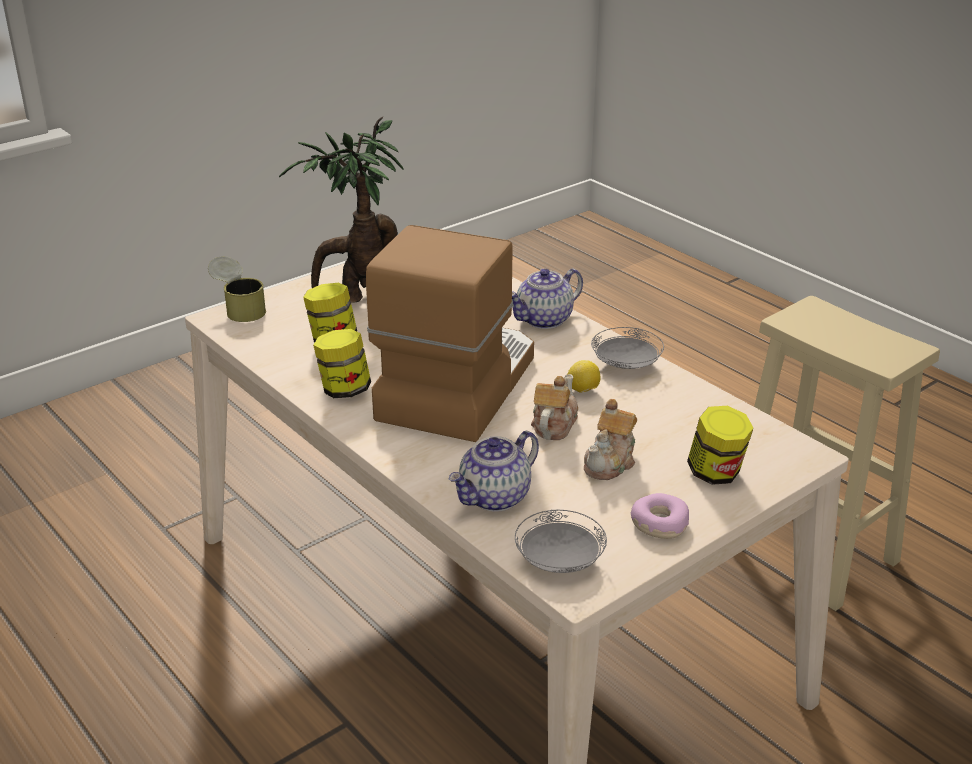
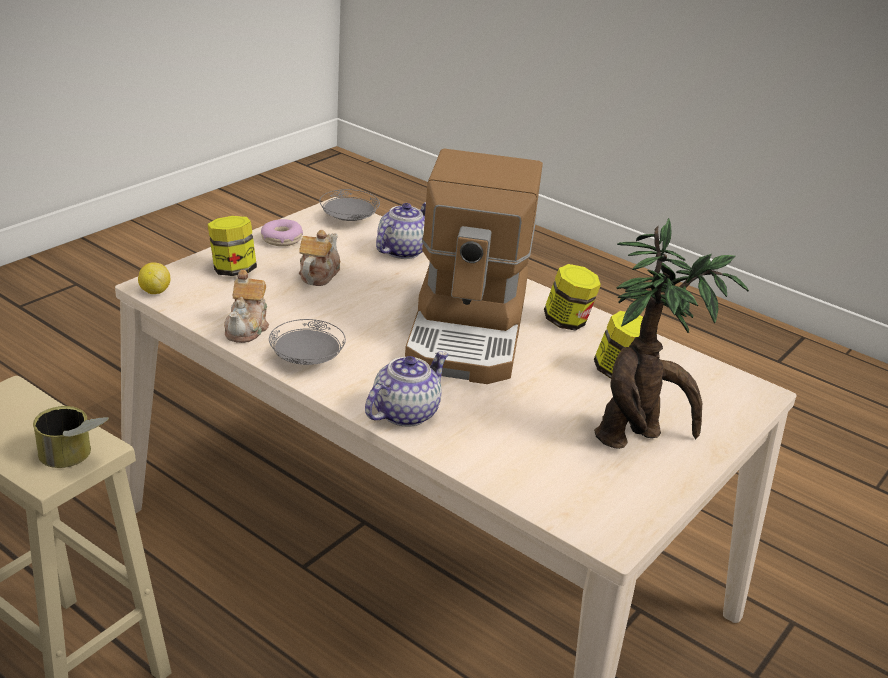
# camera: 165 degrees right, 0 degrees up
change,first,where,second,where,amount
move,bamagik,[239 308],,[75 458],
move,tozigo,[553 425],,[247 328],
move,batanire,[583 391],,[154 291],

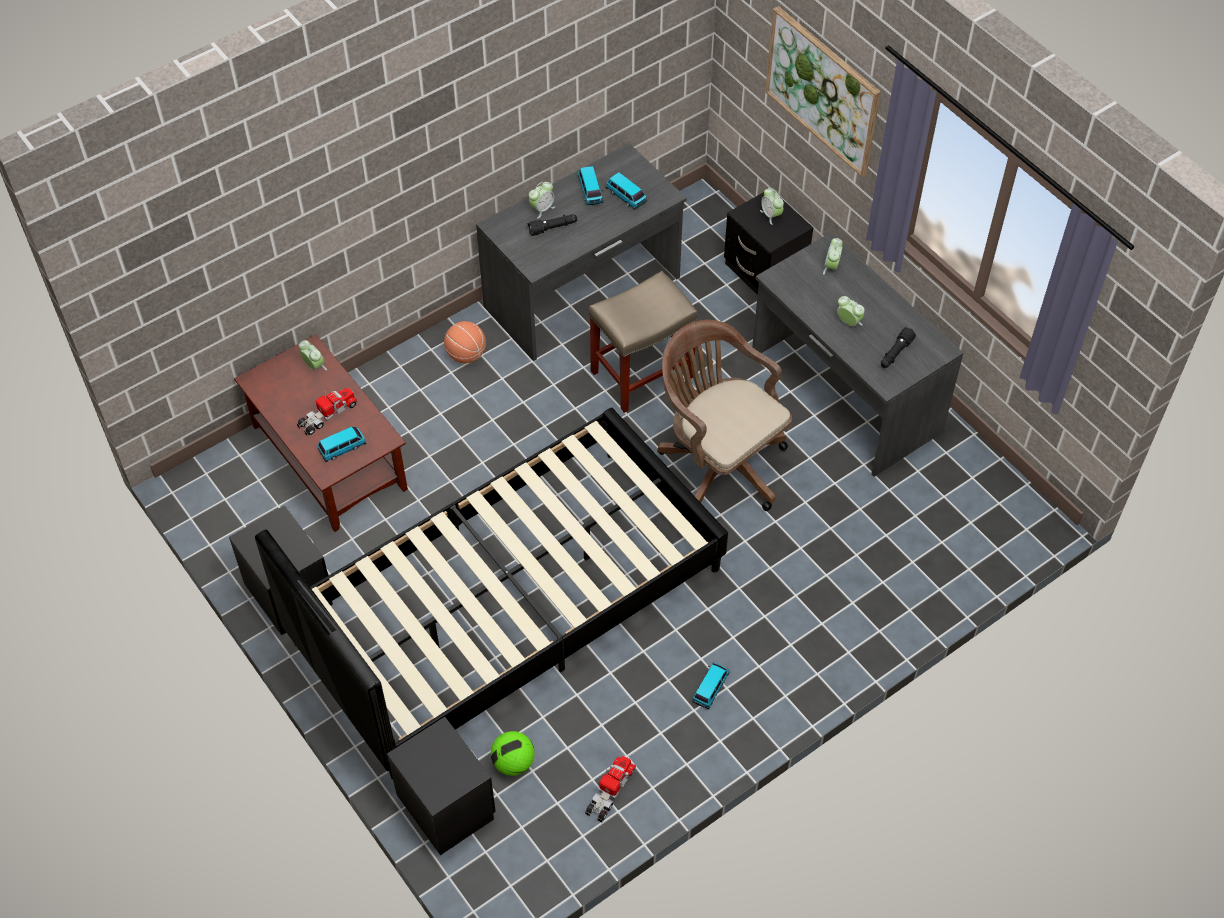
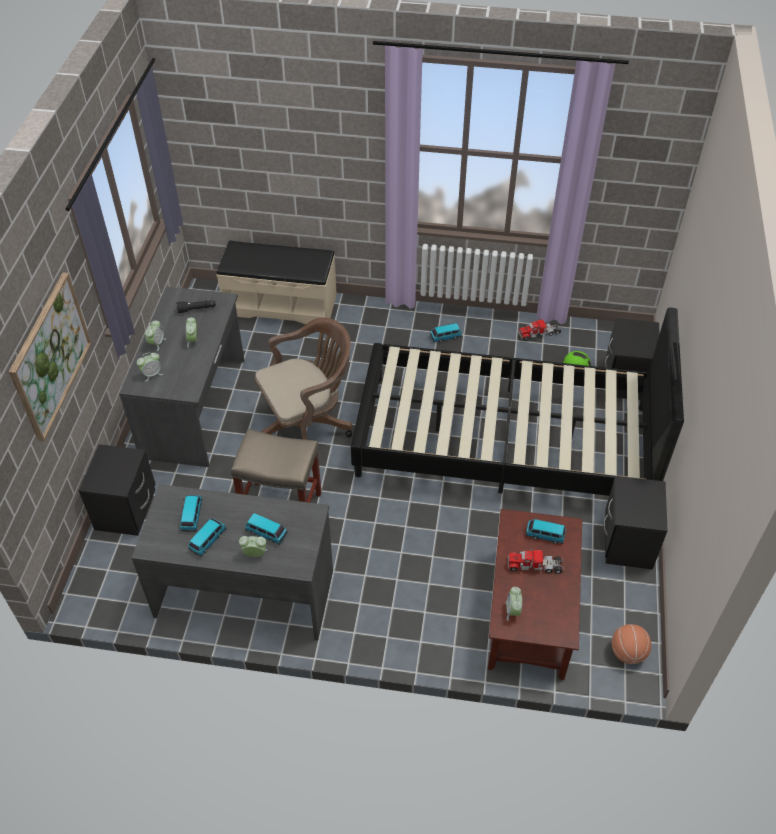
# camera: 135 degrees left, 5 degrees down
change,first,where,second,where,amount
insert,,,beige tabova,[281 304],
move,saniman,[466 354],,[627 653],
move,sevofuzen,[771 215],,[157 343],
replace,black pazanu,[553 228],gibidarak,[266 533],
rotate,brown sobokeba,[718 462],,[307 426],120 degrees counterclockwise

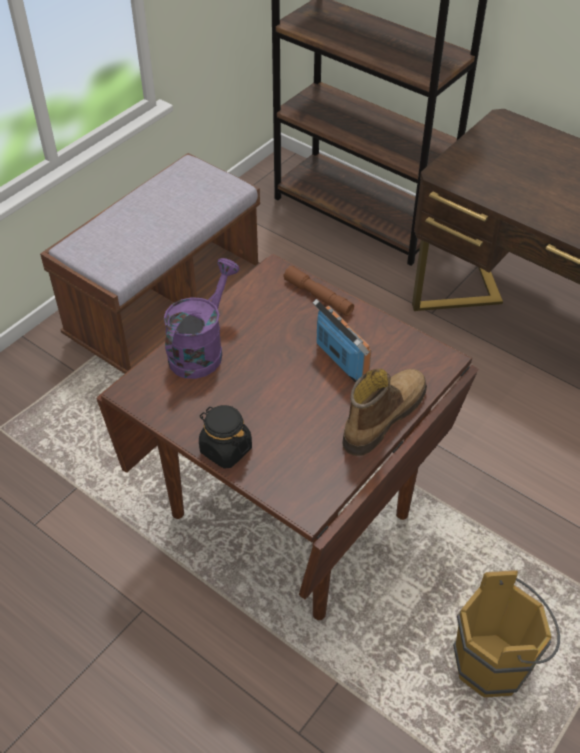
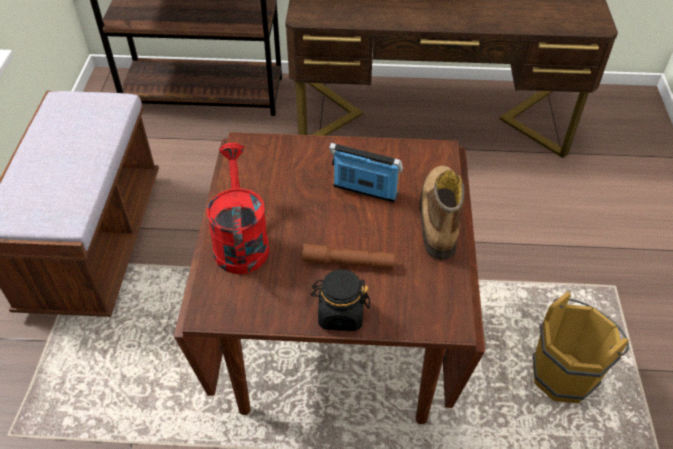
# camera: 35 degrees left, 0 degrees up
change,first,where,second,where,amount
move,brown pazanu,[318 296],,[348 262],
recolor,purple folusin,[201 349],red folusin,[240 241],

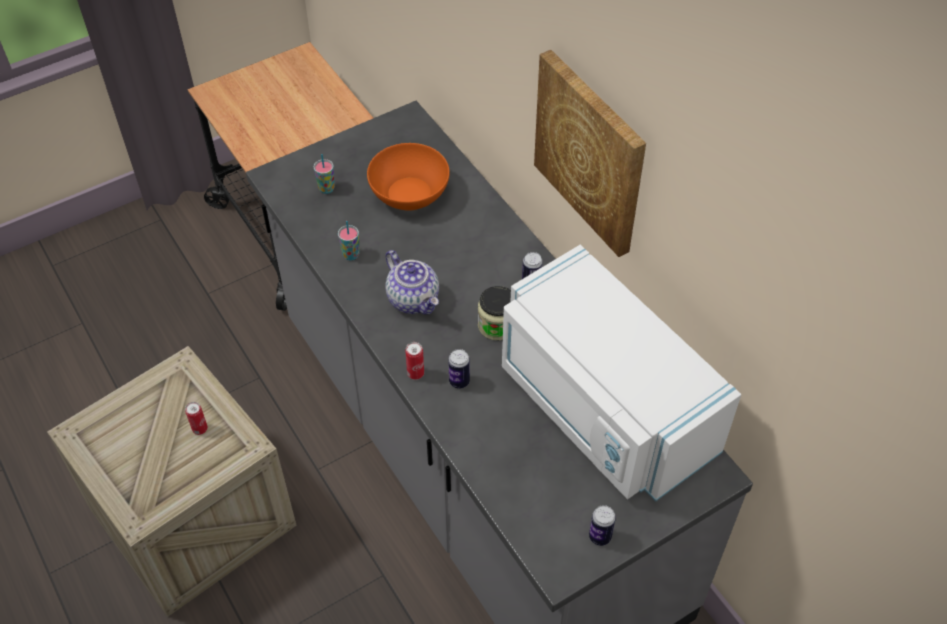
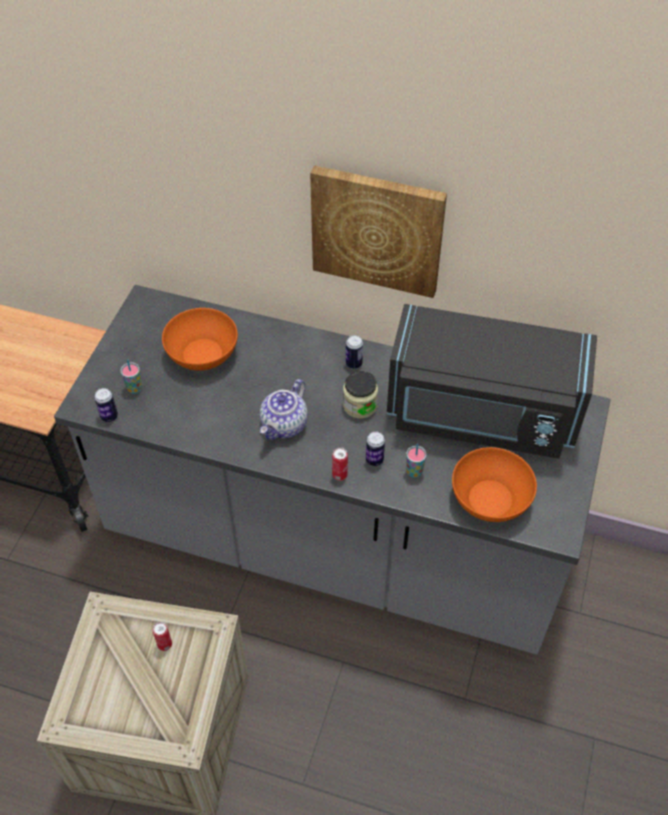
# camera: 40 degrees left, 0 degrees up
change,first,where,second,where,amount
insert,,,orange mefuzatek,[490 499],
move,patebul,[351 255],,[414 472],
move,bamagik,[600 536],,[109 416],
recolor,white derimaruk,[601 409],black derimaruk,[481 415],
rotate,tozigo,[414 299],,[284 425],105 degrees clockwise

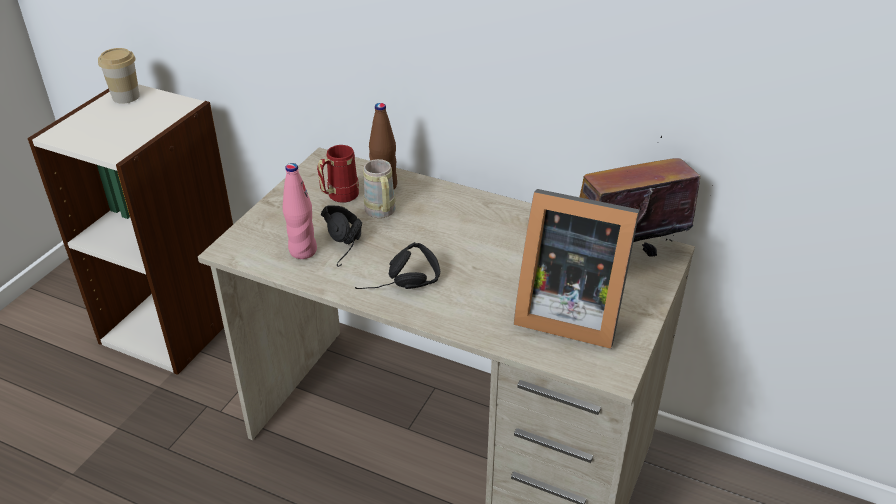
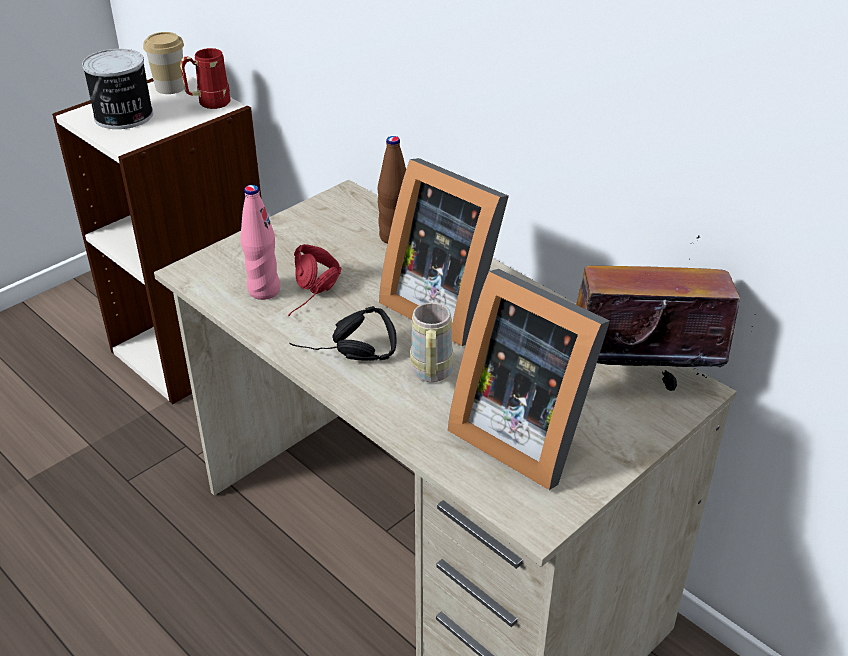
# camera: 20 degrees right, 0 degrees up
change,first,where,second,where,amount
insert,,,bamagik,[123 116],
insert,,,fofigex,[444 304],
move,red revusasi,[338 197],,[208 104],
move,beige revusasi,[381 214],,[430 375],
recolor,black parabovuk,[348 245],red parabovuk,[316 295],

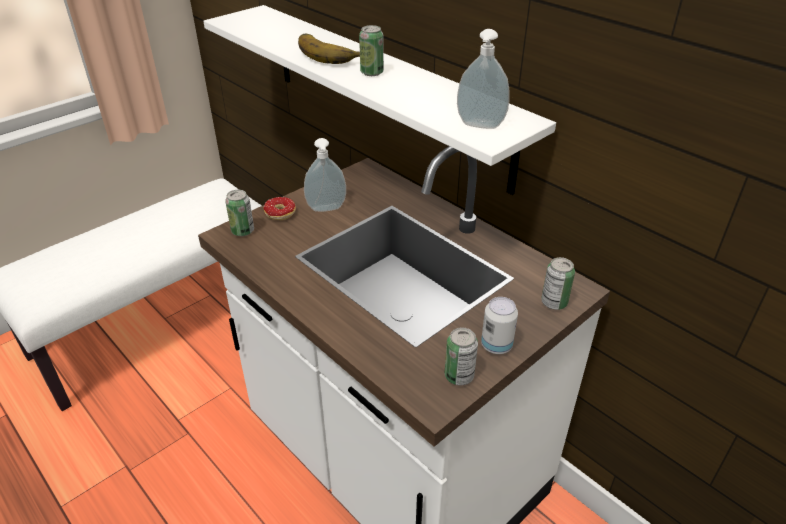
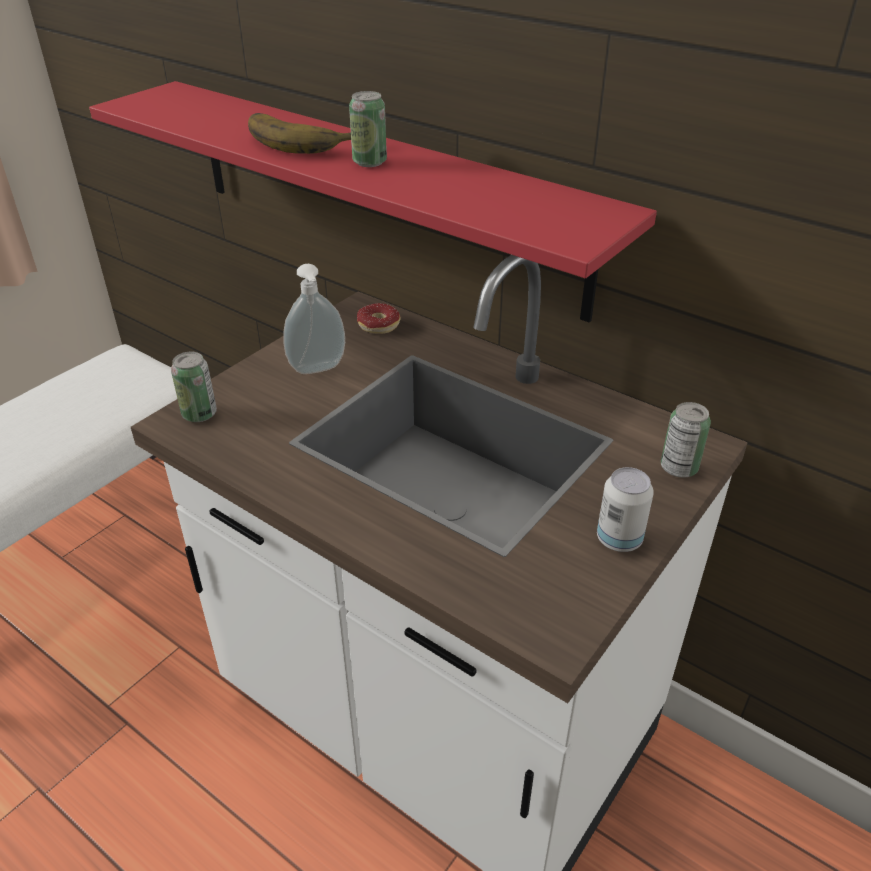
# camera: 10 degrees left, 0 degrees up
change,first,where,second,where,amount
delete,bamagik,[459 376],,,
delete,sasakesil,[479 126],,,
move,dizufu,[276 216],,[374 329],
recolor,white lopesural,[383 92],red lopesural,[378 193],

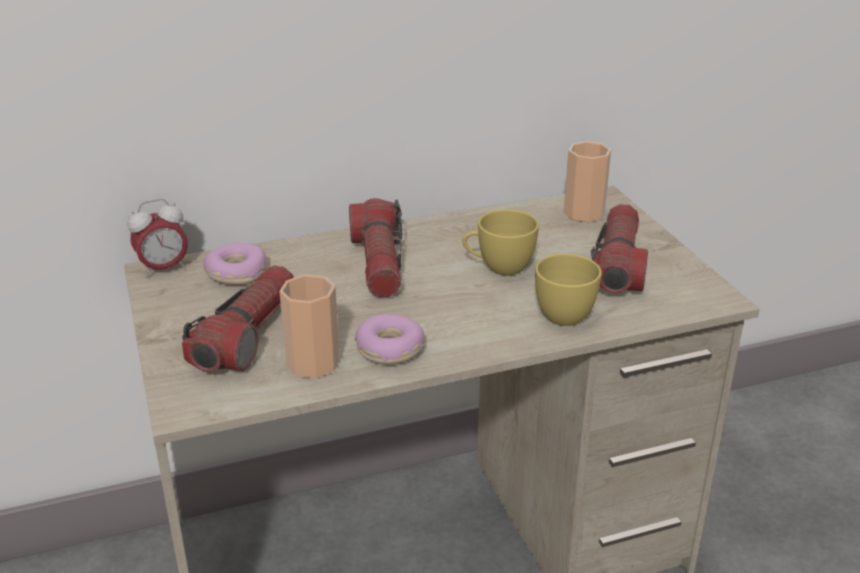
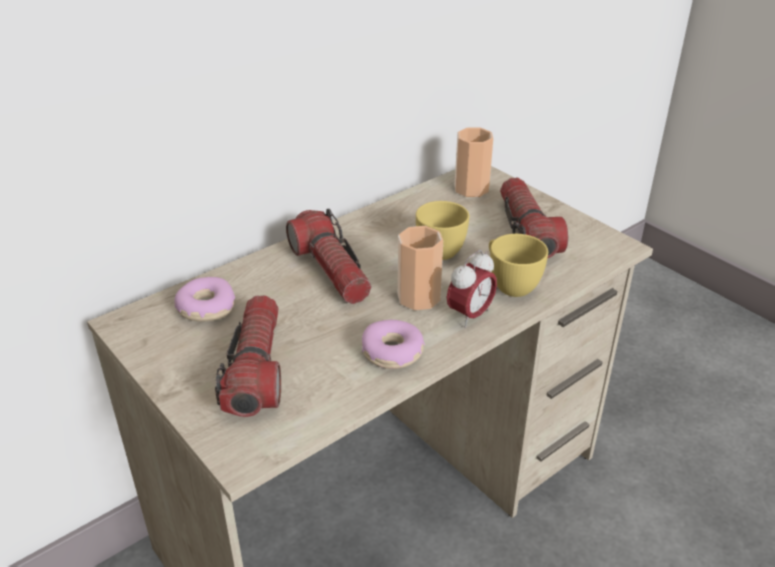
# camera: 20 degrees left, 5 degrees up
change,first,where,second,where,amount
move,sevofuzen,[163 269],,[470 315],
move,patebul,[313 363],,[418 297],

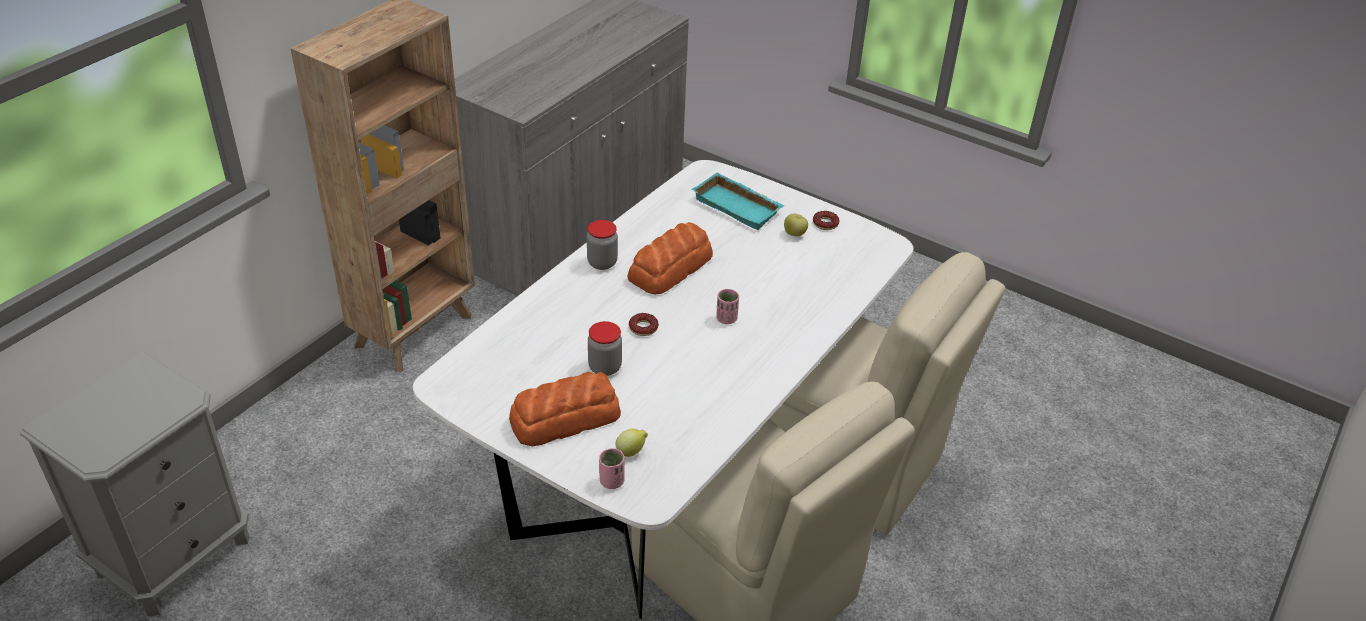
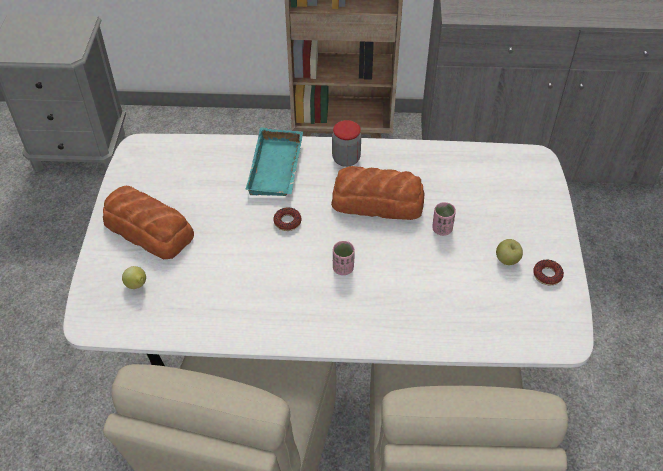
# camera: 60 degrees right, 10 degrees up
change,first,where,second,where,amount
delete,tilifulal,[605 367],,,
move,pink patebul,[611 481],,[442 229],
move,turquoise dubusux,[739 206],,[278 169],

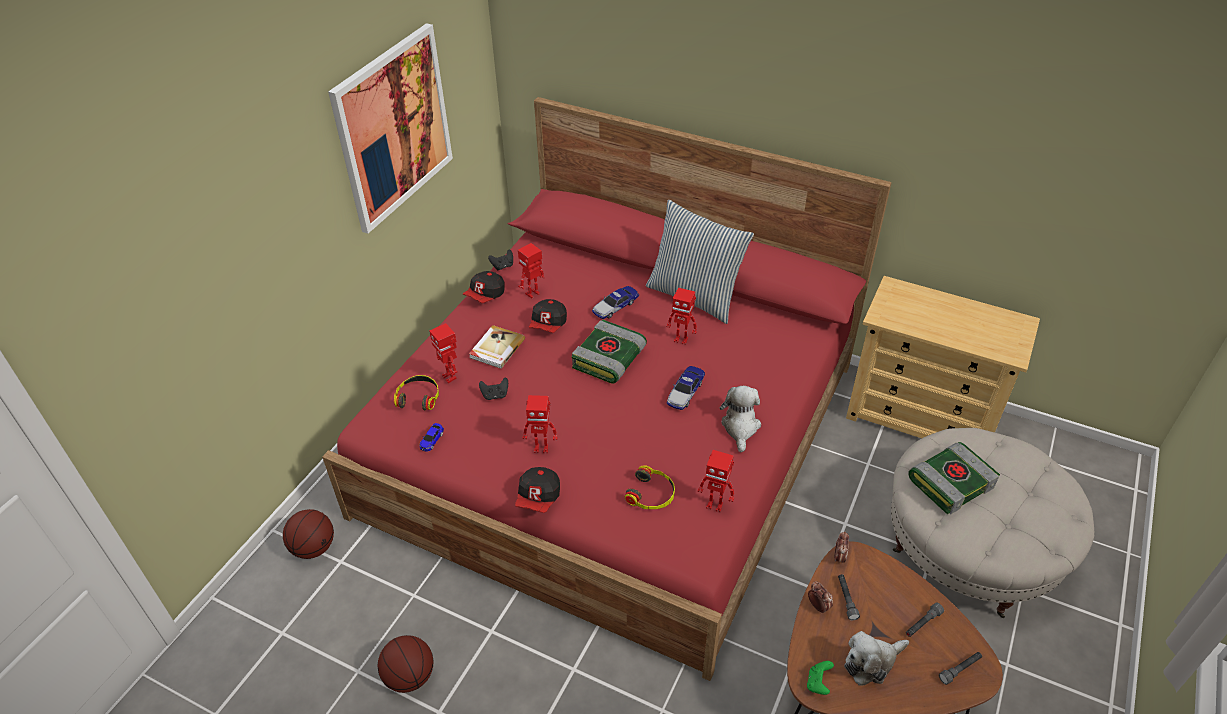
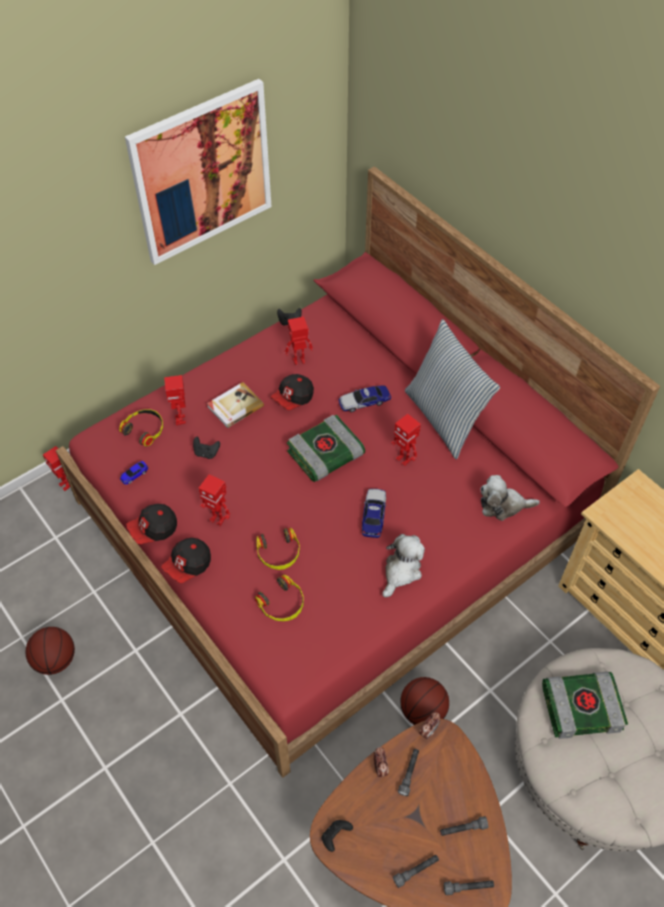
# camera: 25 degrees right, 10 degrees up
change,first,where,second,where,amount
insert,,,parabovuk,[279 553],
insert,,,grey pazanu,[416 871],
move,saniman,[314 548],,[422 711],
move,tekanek,[485 295],,[154 530],
move,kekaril,[715 505],,[65 485],
move,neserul,[871 662],,[503 505],
recolor,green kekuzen,[818 683],black kekuzen,[335 836],
rotate,gibidarak,[685 392],,[373 515],135 degrees clockwise

